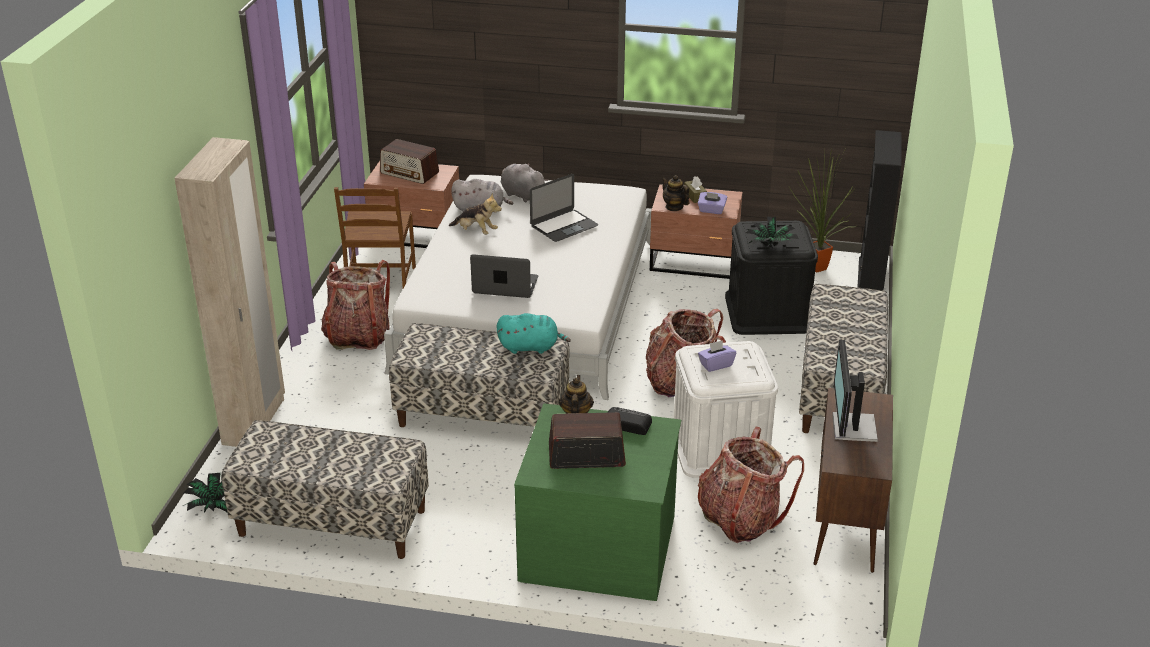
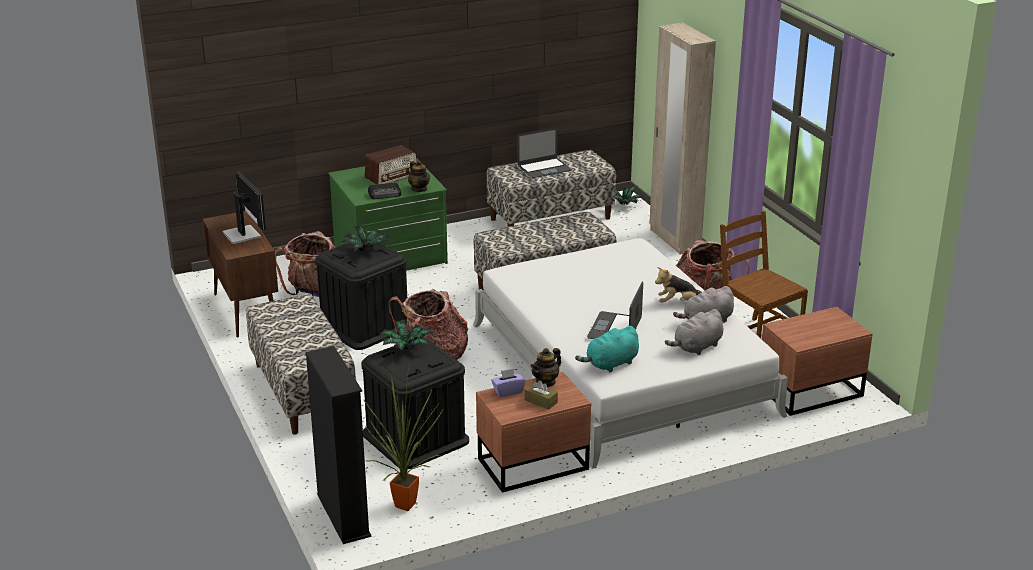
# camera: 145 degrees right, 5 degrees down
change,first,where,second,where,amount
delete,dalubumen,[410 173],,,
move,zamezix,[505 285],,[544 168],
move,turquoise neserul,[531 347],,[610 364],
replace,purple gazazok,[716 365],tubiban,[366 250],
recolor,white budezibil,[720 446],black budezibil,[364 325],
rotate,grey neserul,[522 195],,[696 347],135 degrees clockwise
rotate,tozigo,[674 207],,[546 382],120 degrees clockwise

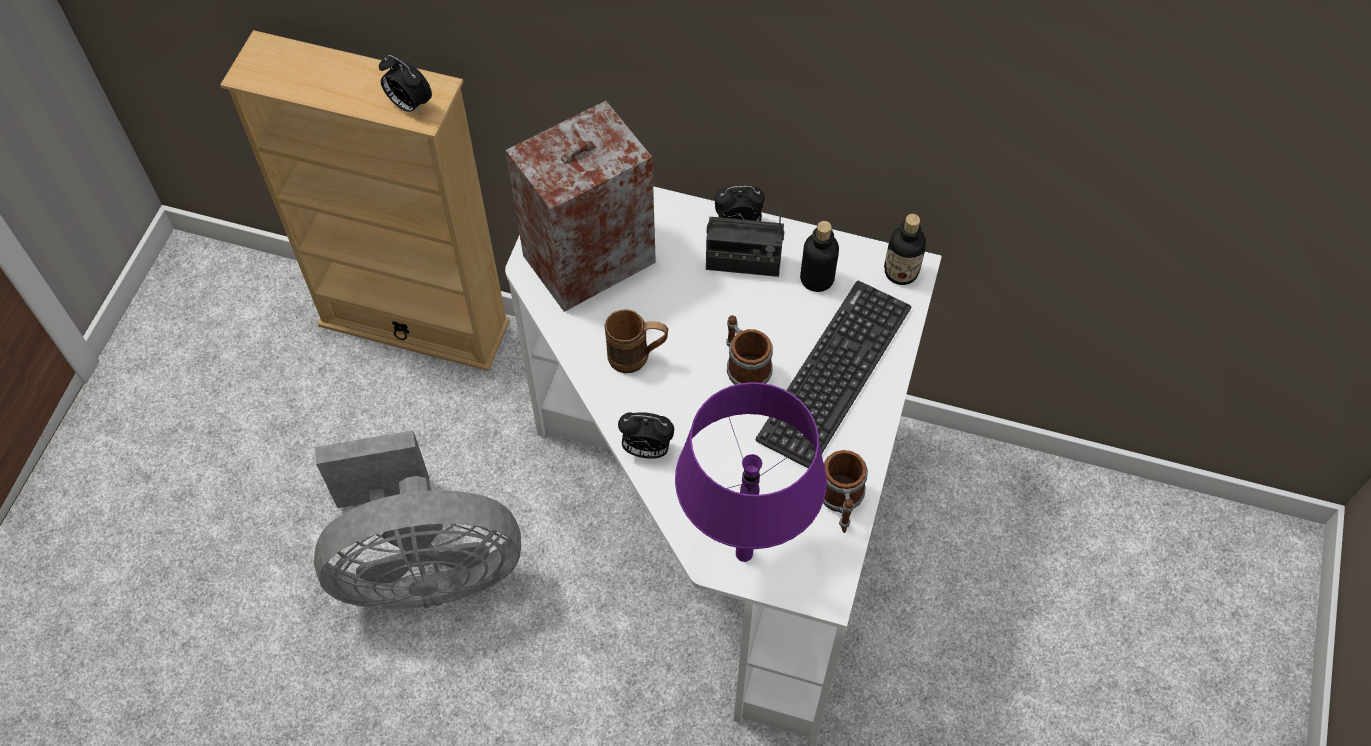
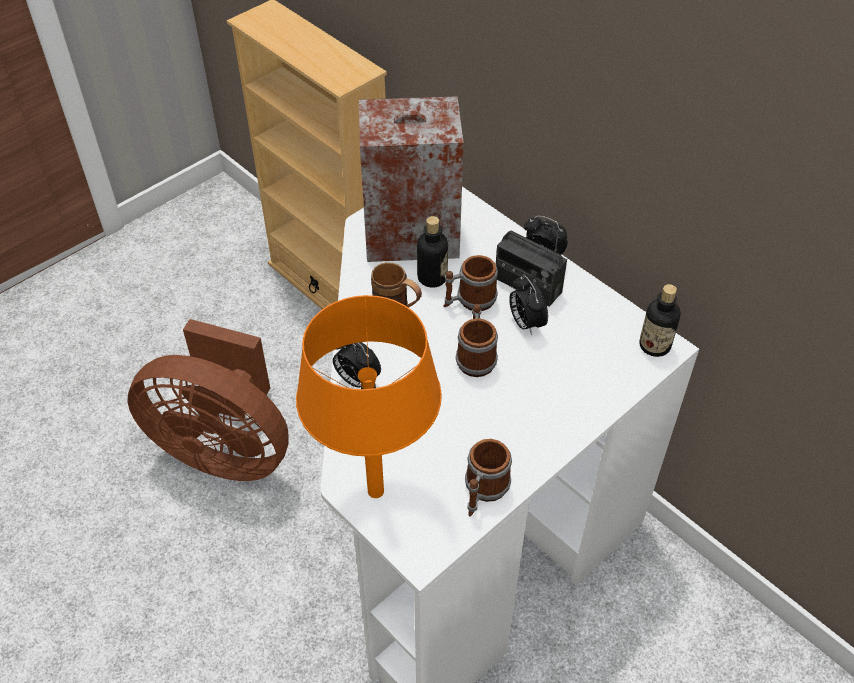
# camera: 30 degrees right, 10 degrees down
change,first,where,second,where,amount
delete,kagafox,[835 373],,,
insert,,,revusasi,[469 301],
move,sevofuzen,[409 105],,[525 323],
move,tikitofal,[817 279],,[432 278],
recolor,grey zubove,[424 568],brown zubove,[225 448],
recolor,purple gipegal,[744 554],orange gipegal,[375 491],

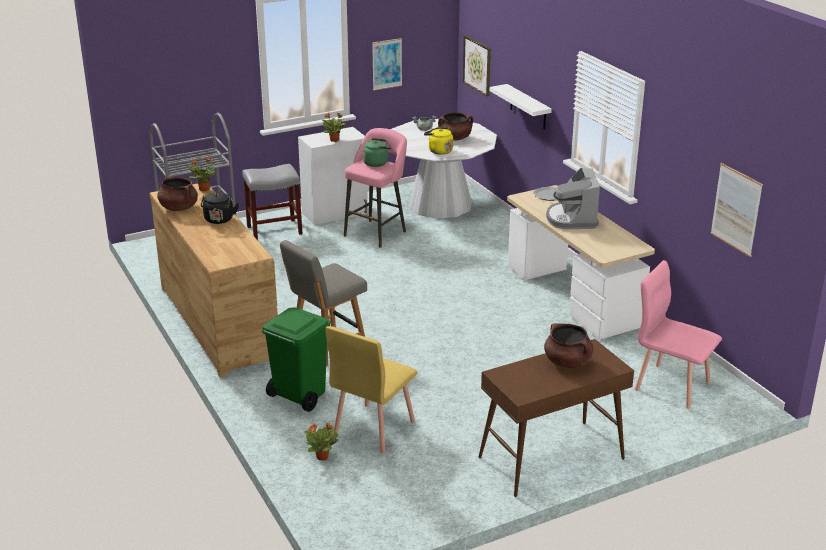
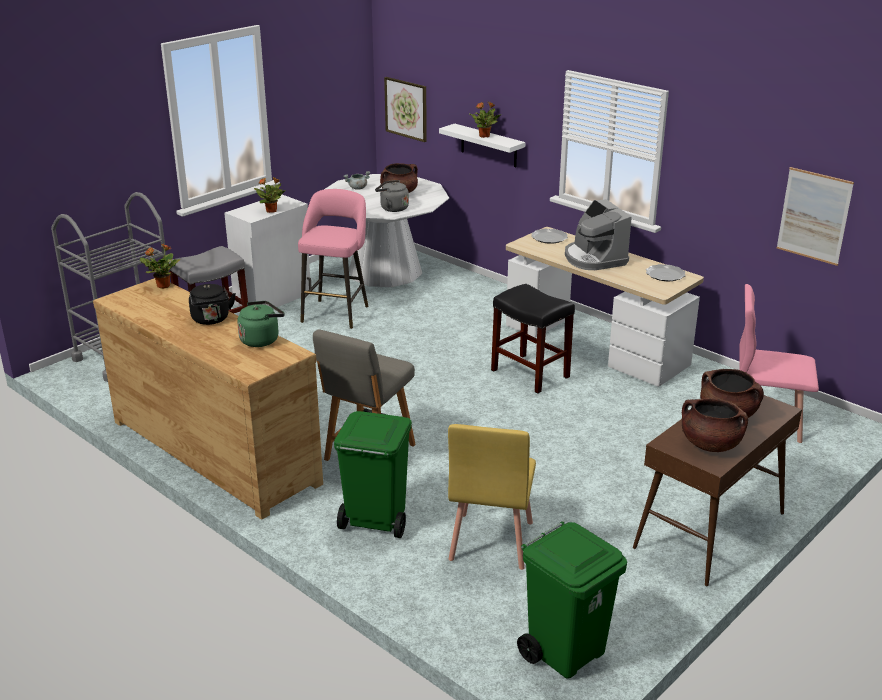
# camera: 20 degrees left, 0 degrees up
change,first,where,second,where,amount
delete,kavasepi,[387 64],,,
insert,,,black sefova,[529 373],
insert,,,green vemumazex,[566 652],
insert,,,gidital,[665 275],
move,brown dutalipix,[178 208],,[710 444],
move,tubiban,[323 457],,[485 136],
move,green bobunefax,[377 163],,[261 339],
recolor,yellow bobunefax,[439 151],grey bobunefax,[392 208],

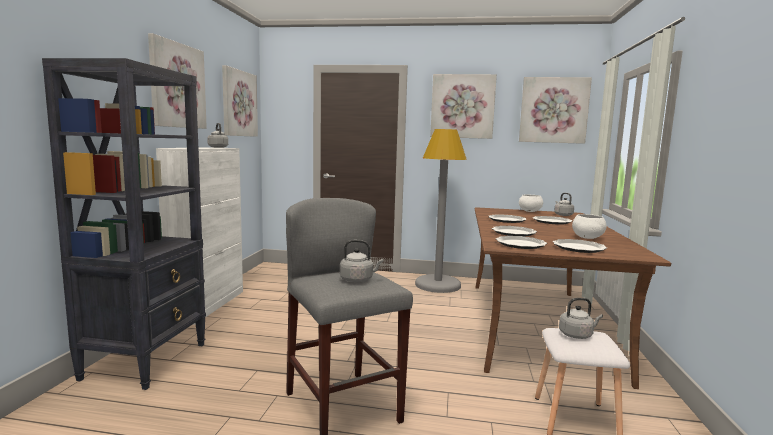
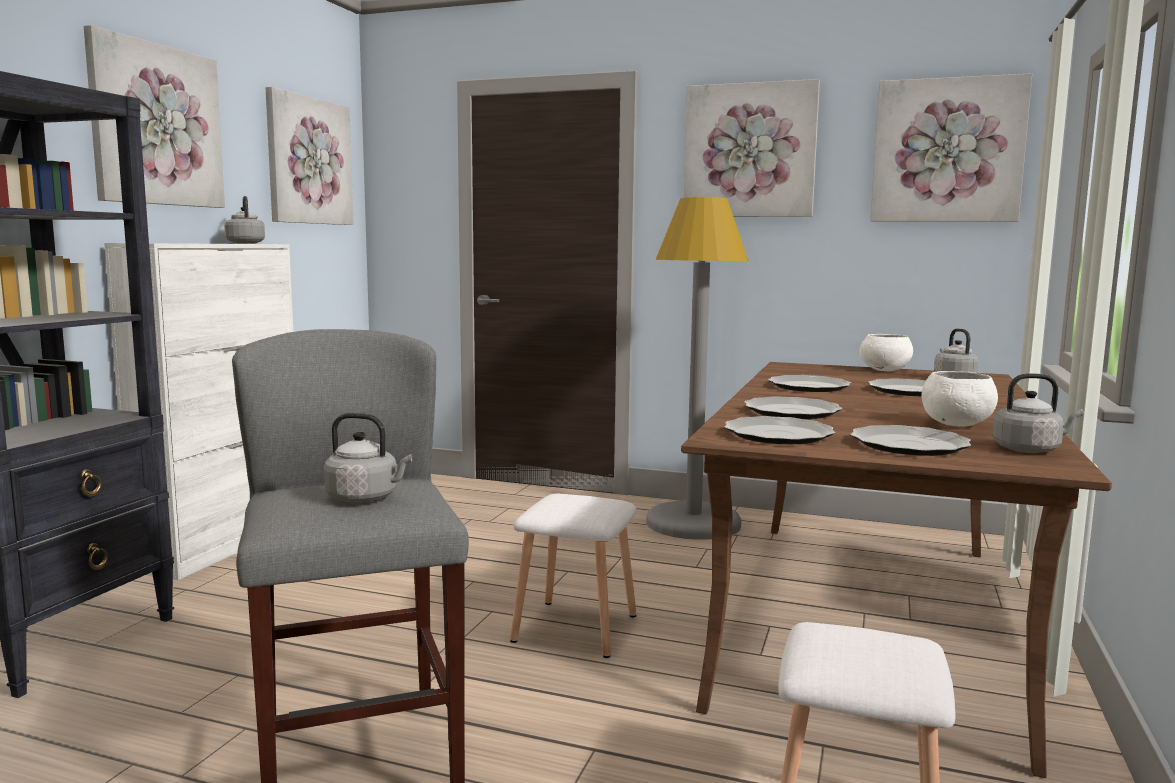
# camera: 10 degrees right, 0 degrees up
change,first,where,second,where,amount
insert,,,white sefova,[575 627],
move,grey bobunefax,[577 335],,[1029 449],

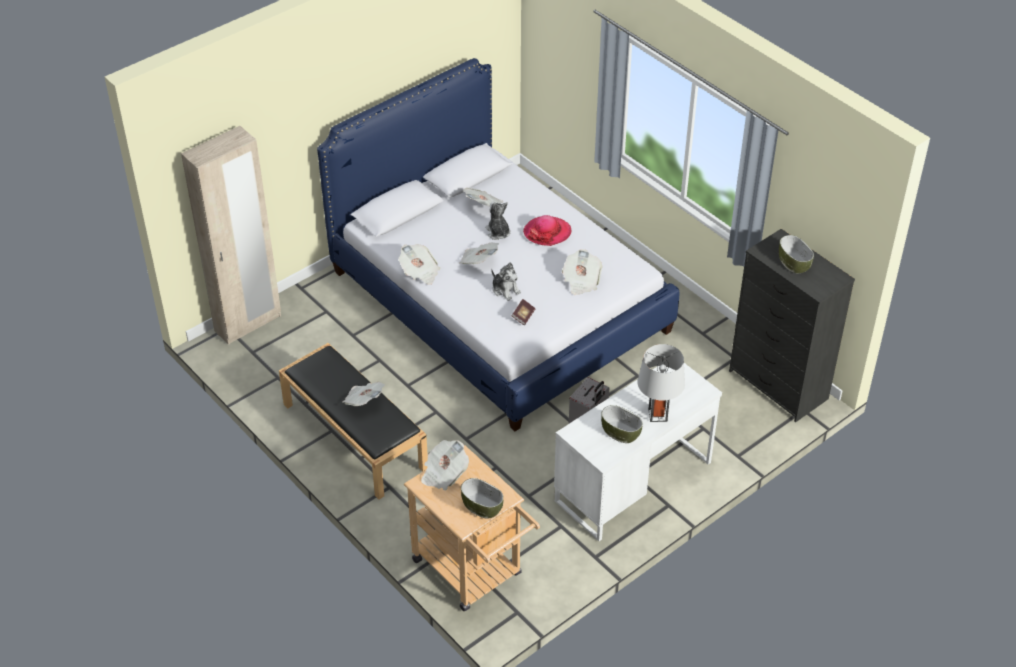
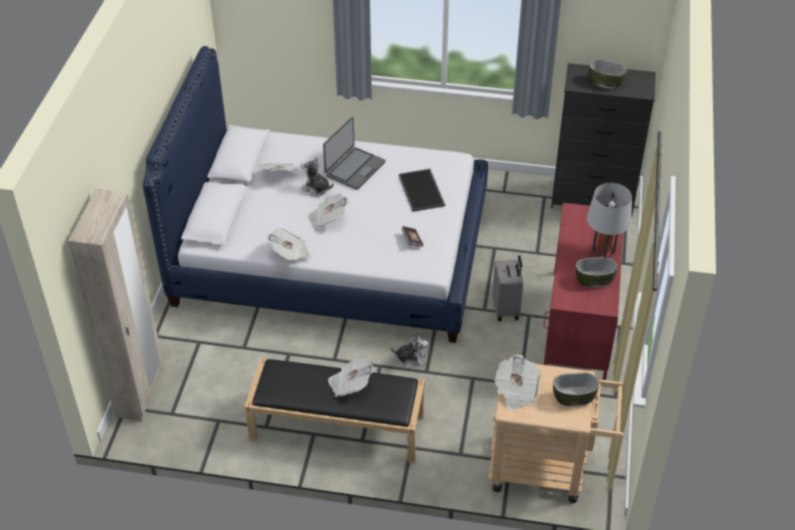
# camera: 40 degrees left, 0 degrees up
change,first,where,second,where,amount
move,neserul,[505 290],,[411 359],
replace,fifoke,[547 232],zamezix,[354 168],
replace,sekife,[581 281],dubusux,[422 190],
recolor,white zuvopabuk,[632 481],red zuvopabuk,[577 325],

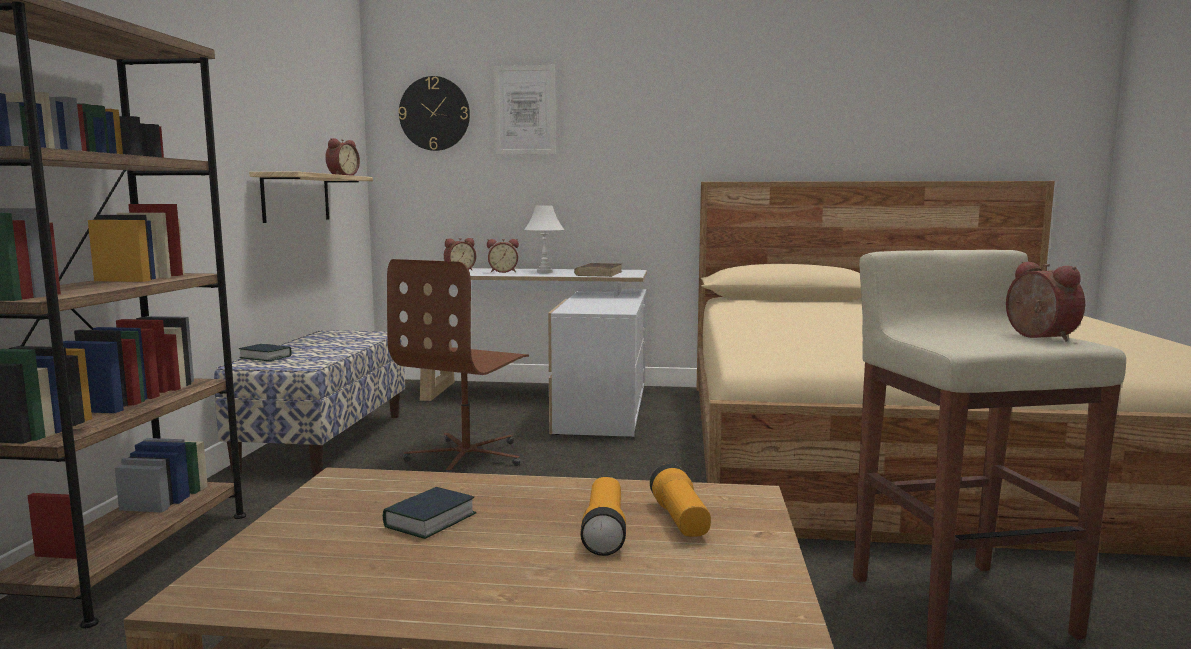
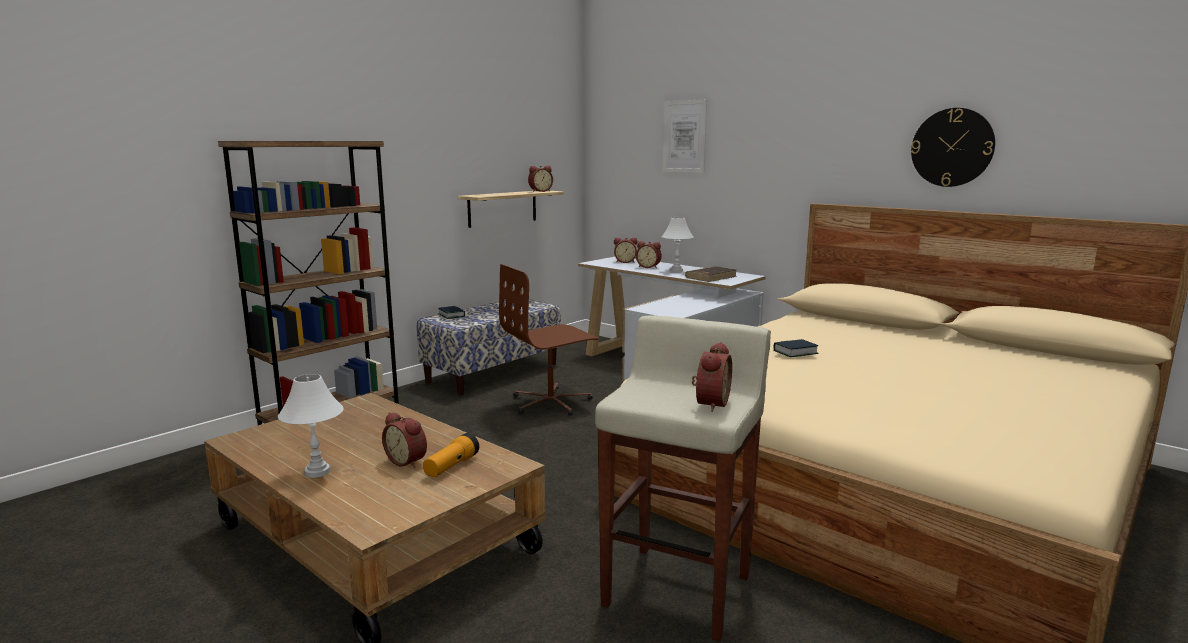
# camera: 35 degrees right, 5 degrees up
change,first,where,second,where,amount
insert,,,white gipegal,[318 472],
move,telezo,[430 520],,[795 352],
move,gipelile,[434 113],,[952 147],
replace,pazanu,[604 531],sevofuzen,[408 461],

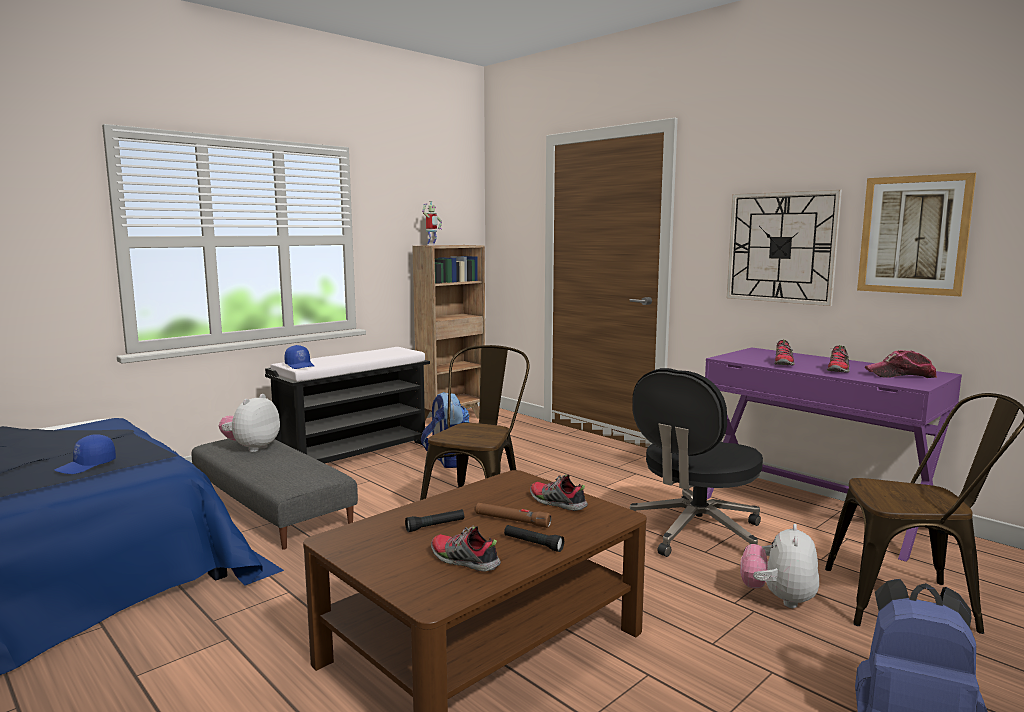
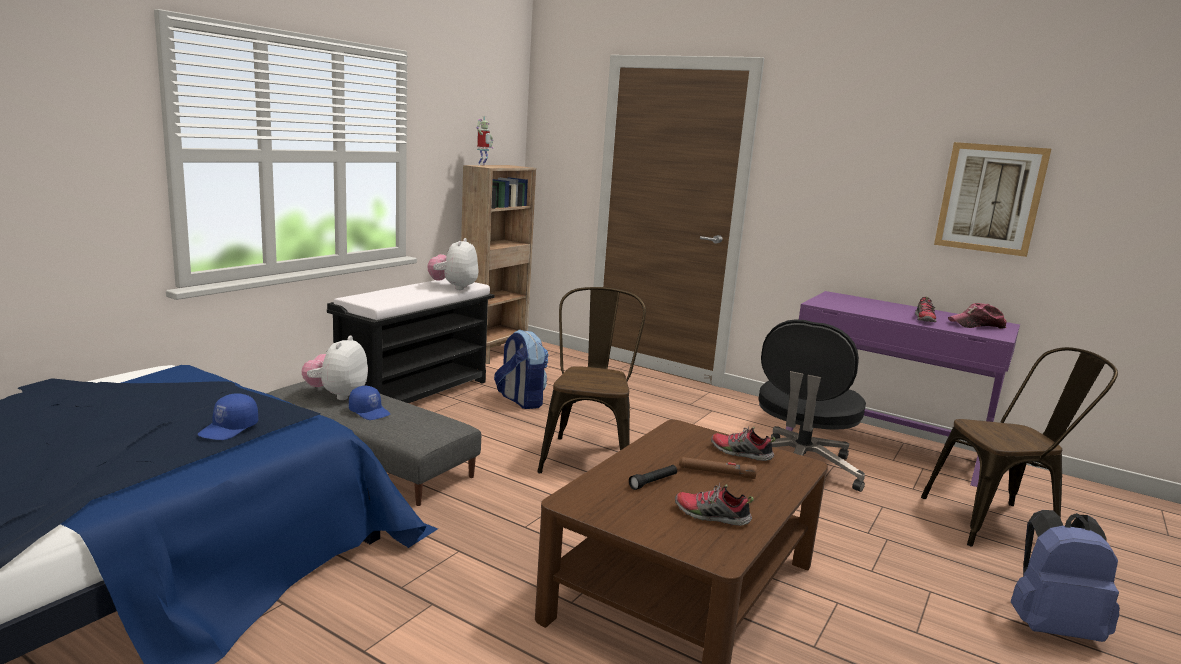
# camera: 15 degrees left, 5 degrees up
change,first,where,second,where,amount
delete,black pazanu,[533 544],,,
delete,gipelile,[781 247],,,
delete,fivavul,[783 363],,,
move,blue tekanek,[300 365],,[370 412],
move,neserul,[778 599],,[454 287],

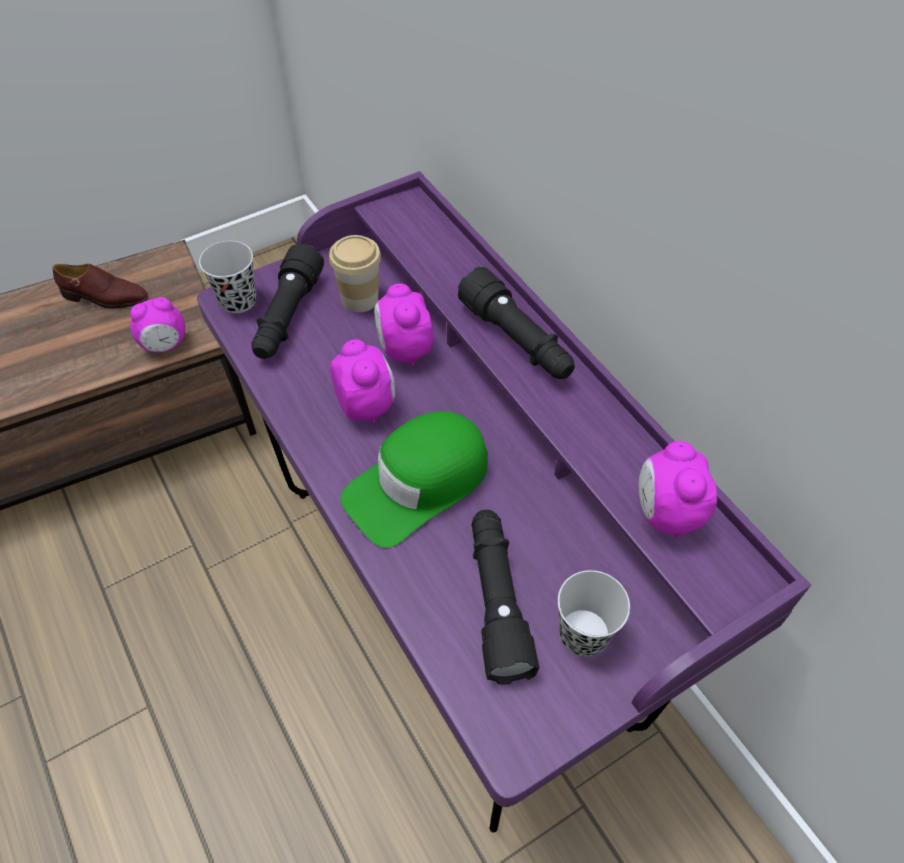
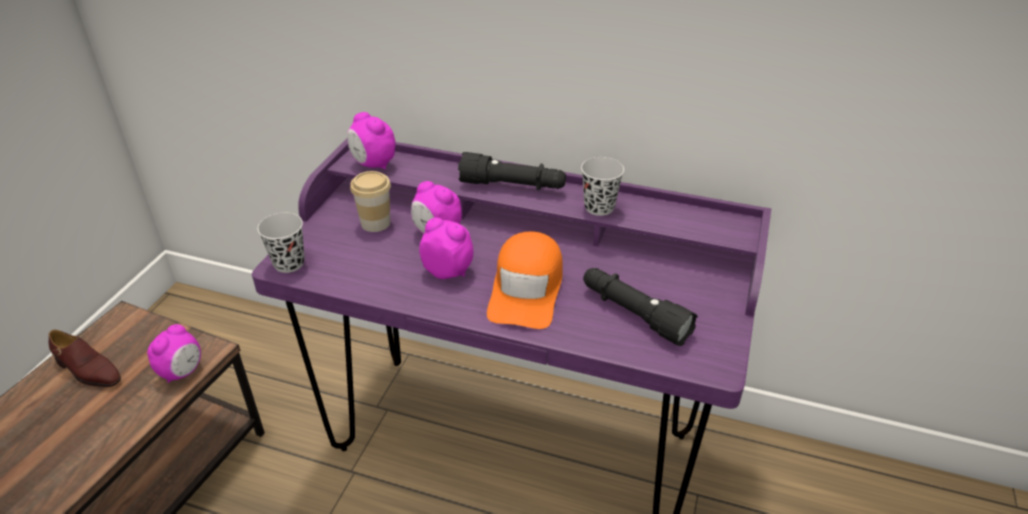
# camera: 40 degrees left, 15 degrees down
change,first,where,second,where,amount
delete,black pazanu,[287 317],,,
move,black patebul,[583 634],,[599 207],
move,sevofuzen,[665 513],,[373 164],
recolor,green tekanek,[418 484],orange tekanek,[527 289],
rotate,brown fivavul,[105 297],,[88 370],60 degrees clockwise

